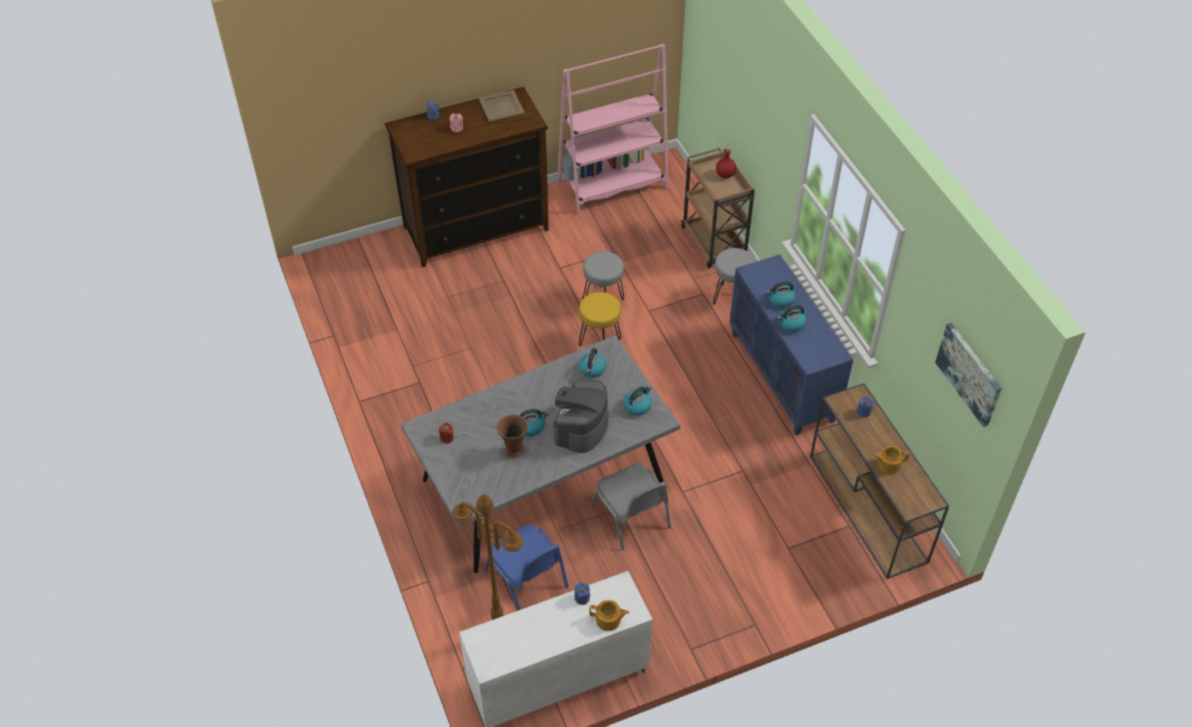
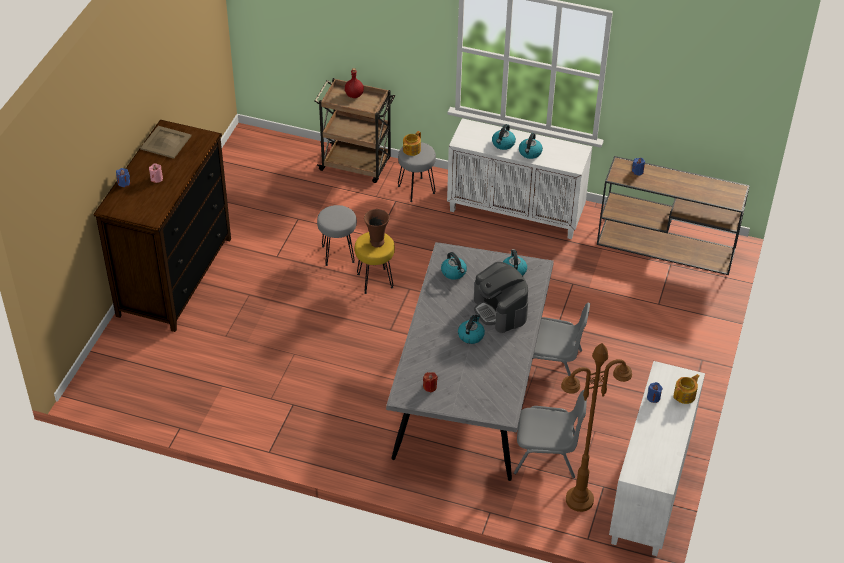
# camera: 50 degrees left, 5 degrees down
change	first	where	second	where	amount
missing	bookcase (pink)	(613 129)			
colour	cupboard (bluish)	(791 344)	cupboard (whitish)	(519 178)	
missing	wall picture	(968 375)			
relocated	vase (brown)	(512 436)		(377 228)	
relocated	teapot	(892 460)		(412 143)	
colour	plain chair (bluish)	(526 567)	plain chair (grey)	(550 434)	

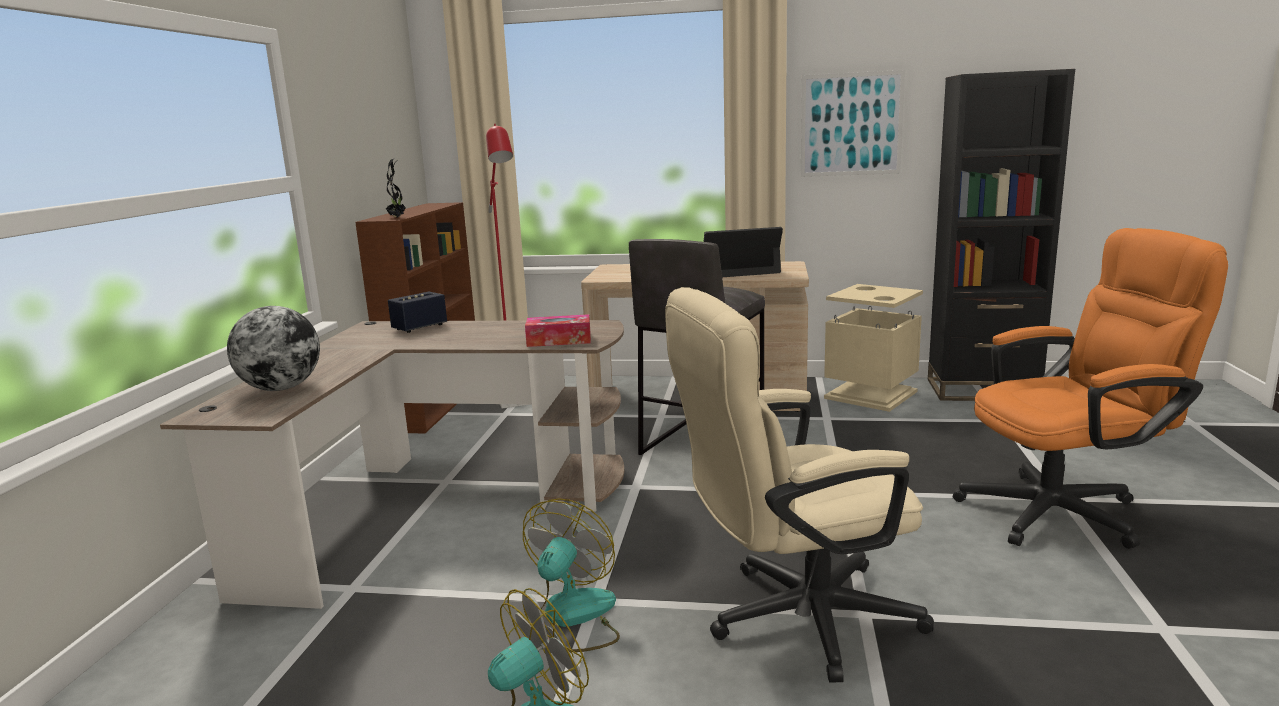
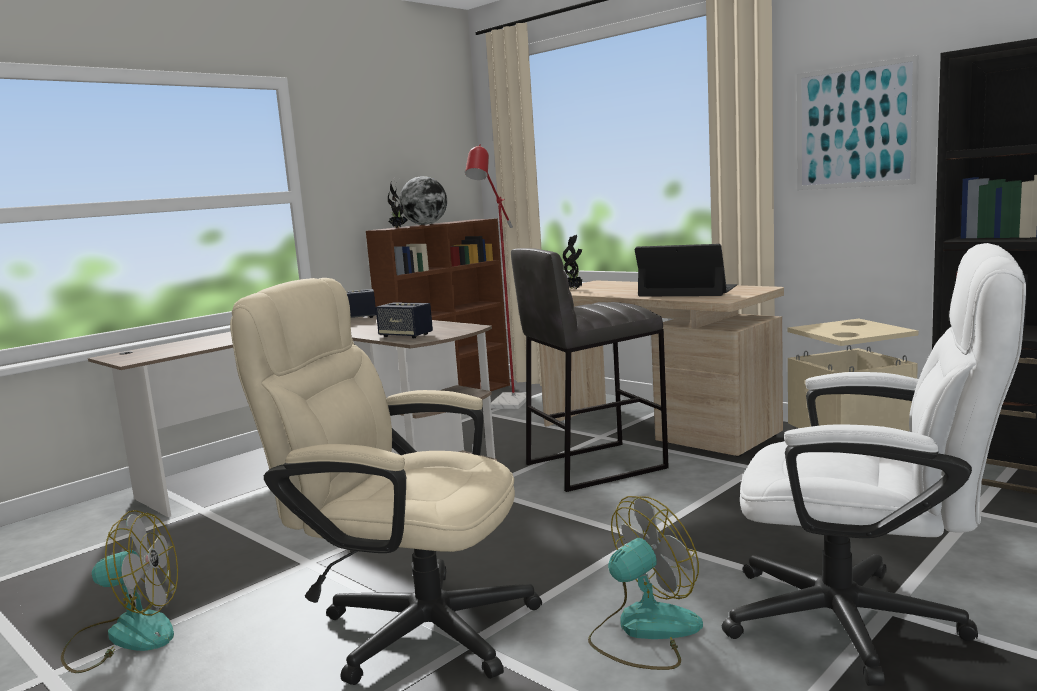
# camera: 35 degrees right, 5 degrees down
change	first	where	second	where	amount
colour	desk chair (orange-coloured)	(1090 388)	desk chair (whitish)	(874 464)	
relocated	desk globe	(273 348)		(423 200)	
exchanged	tissue holder	(558 330)	loudspeaker	(404 320)	
relocated	fan	(571 575)		(645 583)	
appeared			houseplant	(573 262)	

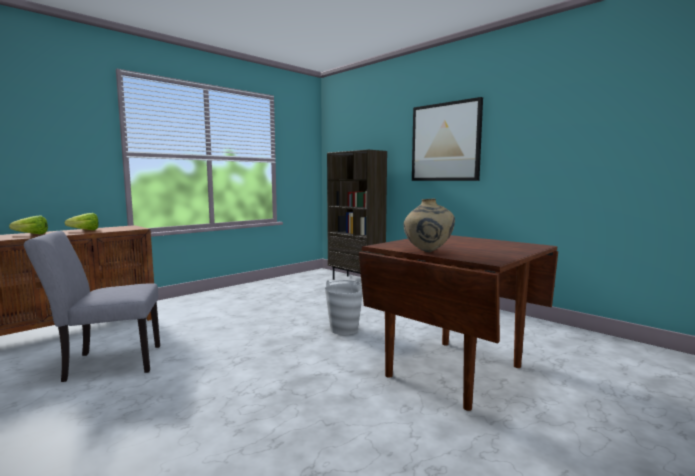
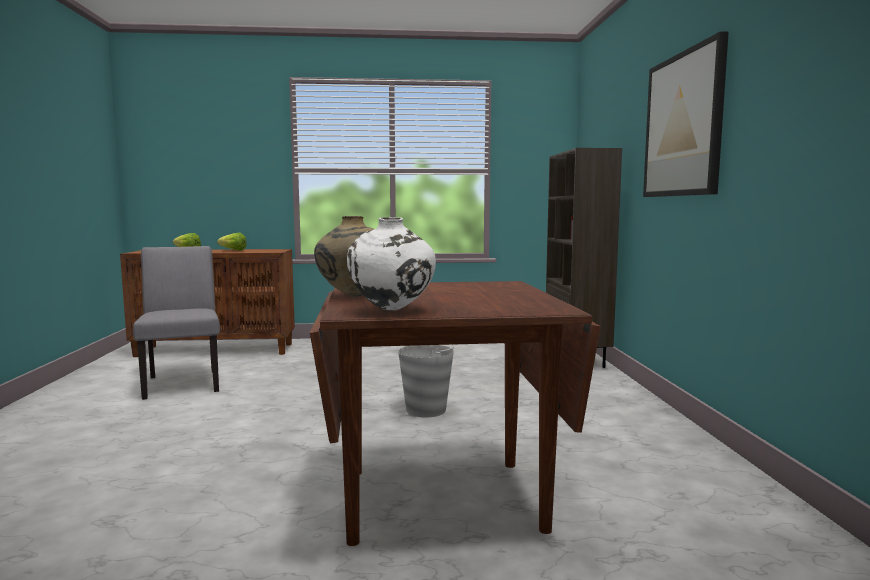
# camera: 40 degrees right, 0 degrees up
change	first	where	second	where	amount
spun	plain chair (grey)	(92 306)		(176 323)	45 degrees clockwise
appeared			vase (whitish)	(391 264)	

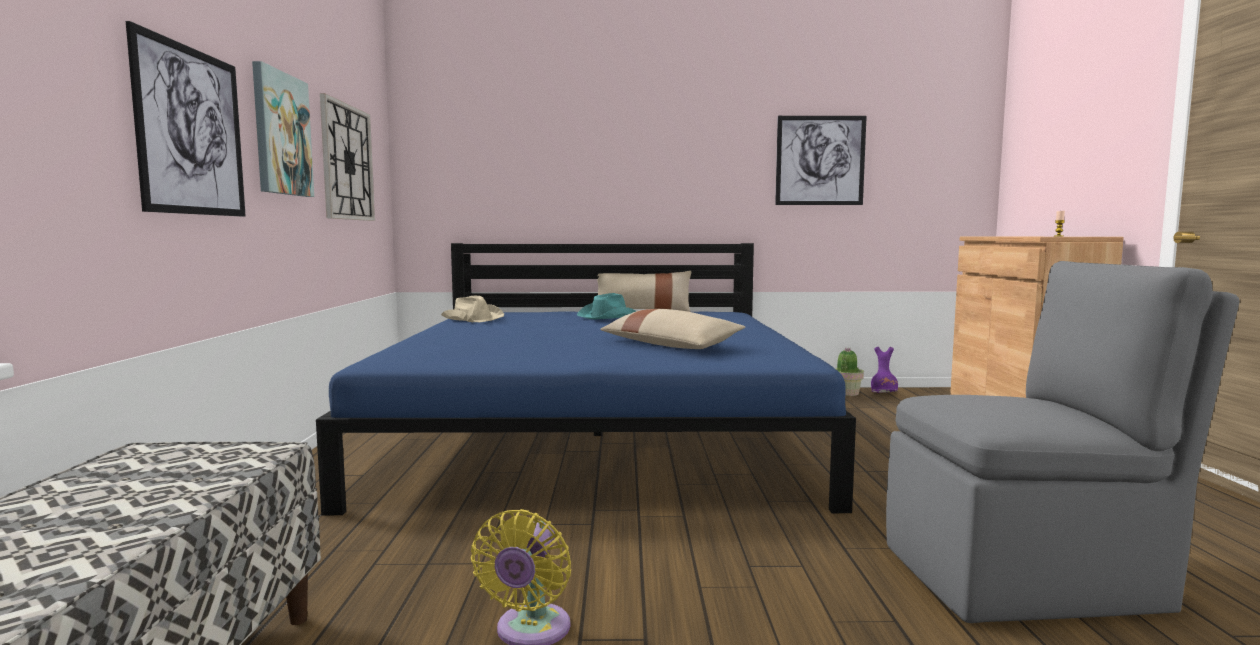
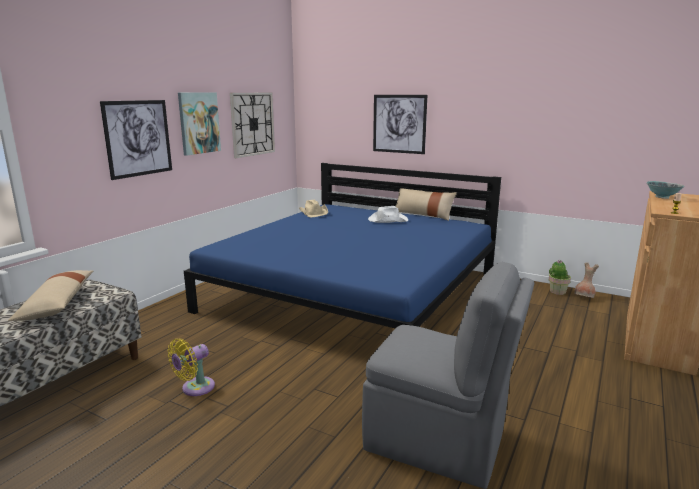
# camera: 30 degrees right, 10 degrees up
change	first	where	second	where	amount
relocated	wall picture	(821 160)		(400 124)	
colour	wearable hat (turquoise-coloured)	(606 306)	wearable hat (whitish)	(388 214)	
relocated	cushion (sand-coloured)	(672 329)		(50 295)	
colour	vase (purple)	(884 370)	vase (brown)	(586 280)	
appeared			deep dish	(665 190)	

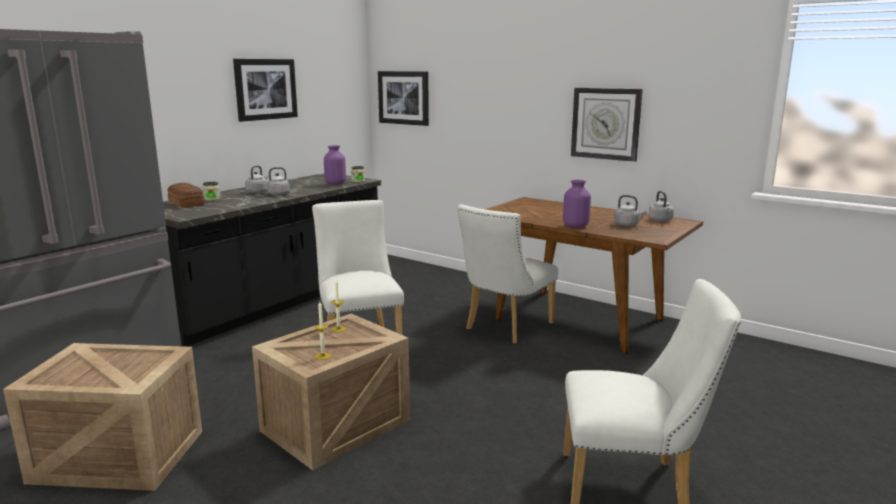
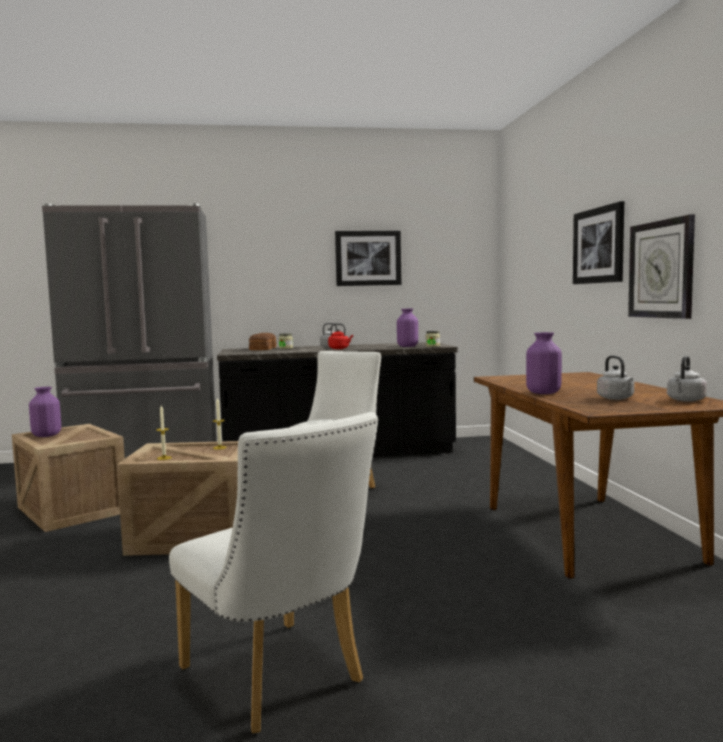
# camera: 45 degrees right, 10 degrees down
change	first	where	second	where	amount
relocated	wall picture	(403 98)		(598 242)	
colour	tea kettle (grey)	(281 181)	tea kettle (red-coloured)	(340 336)	
missing	plain chair (whitish)	(507 274)			
appeared			vase (purple)	(45 412)	

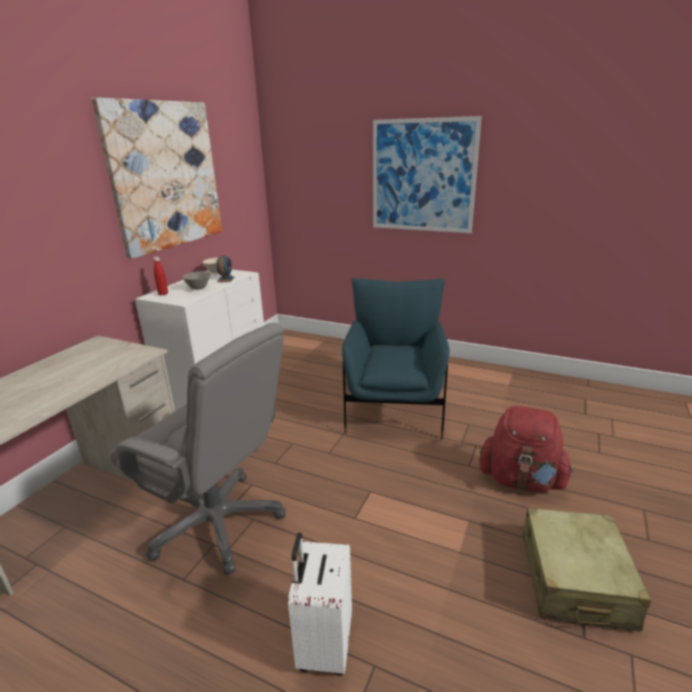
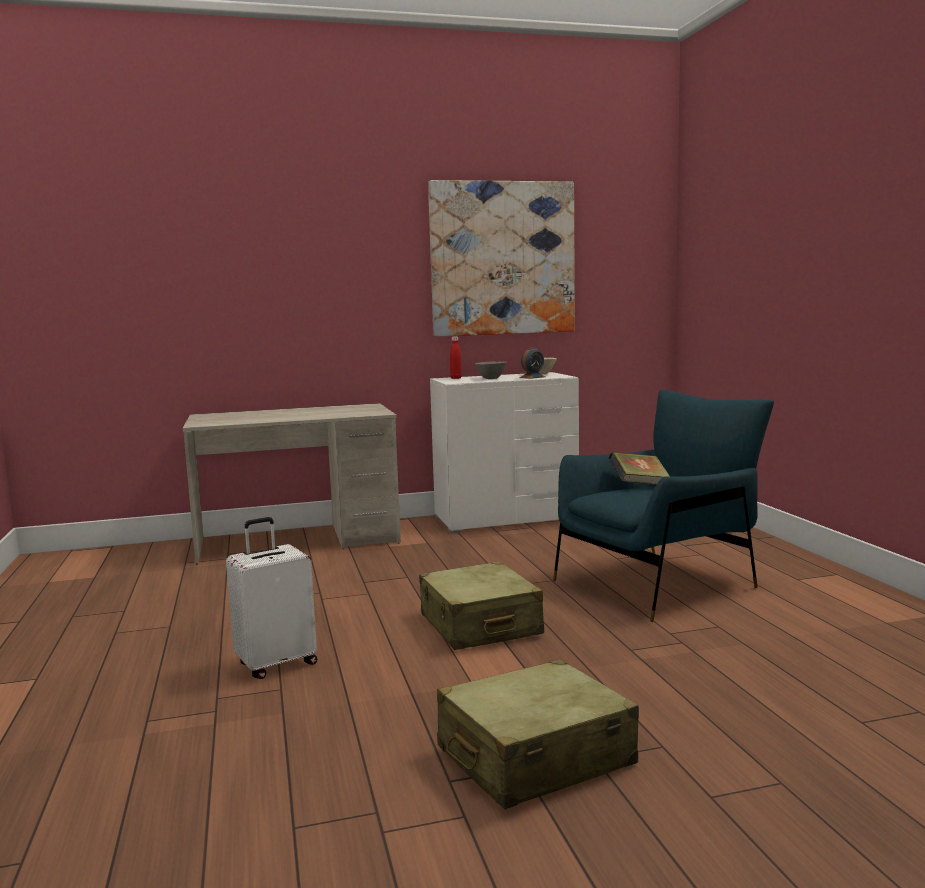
# camera: 50 degrees right, 15 degrees down
change	first	where	second	where	amount
missing	wall picture	(427 174)			
missing	desk chair (grey)	(197 449)			
missing	rucksack (red-coloured)	(526 449)			
appeared			volume	(639 468)	
appeared			suitcase (sand-coloured)	(481 605)	

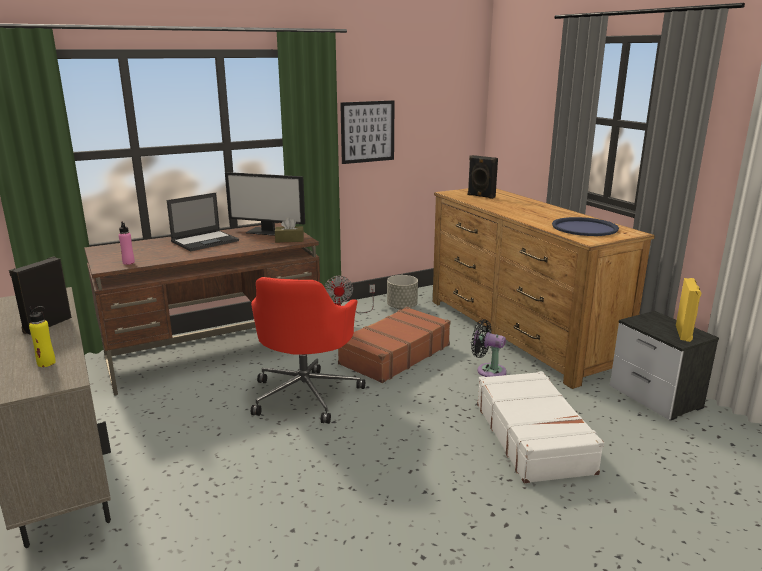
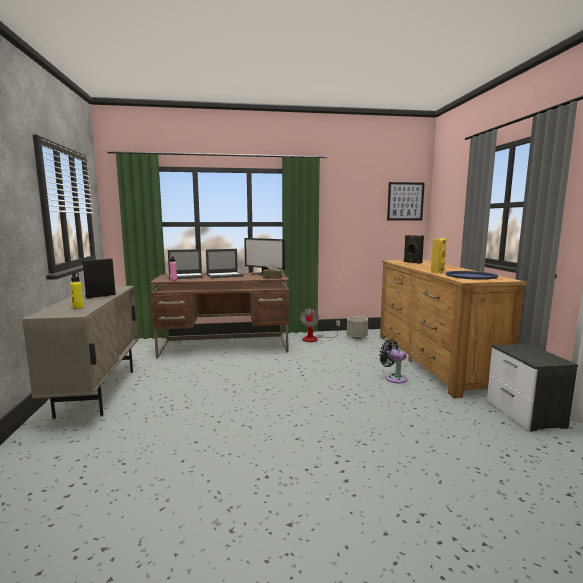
# camera: 20 degrees right, 10 degrees down
change	first	where	second	where	amount
relocated	wall picture	(367 132)		(406 201)	
missing	desk chair (red-coloured)	(308 350)			
relocated	loudspeaker (yellow-coloured)	(688 310)		(439 256)	
missing	suitcase (brown)	(394 345)			
missing	suitcase (whitish)	(540 427)			
appeared			portable computer	(185 264)	

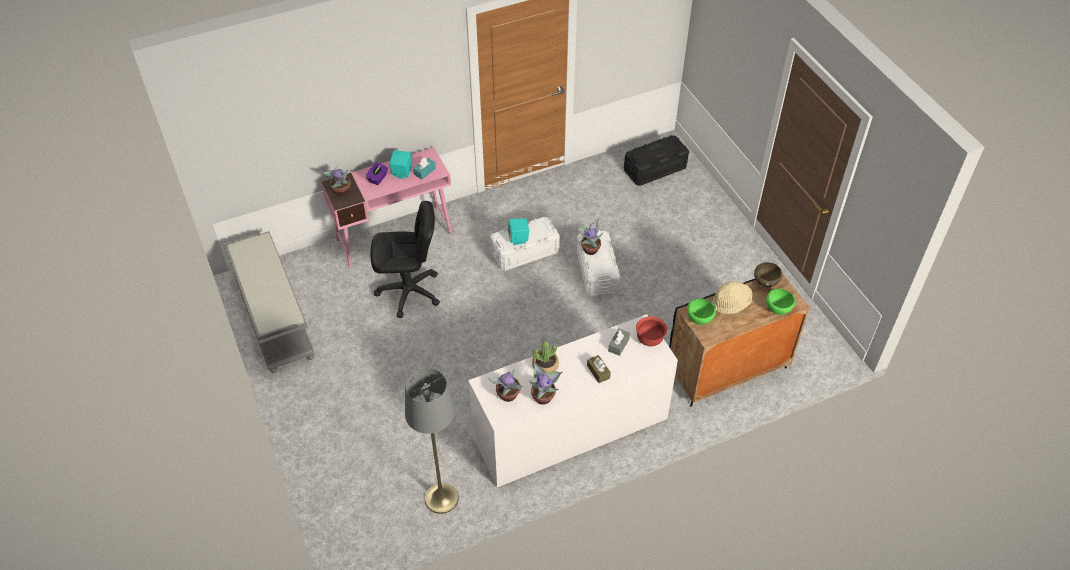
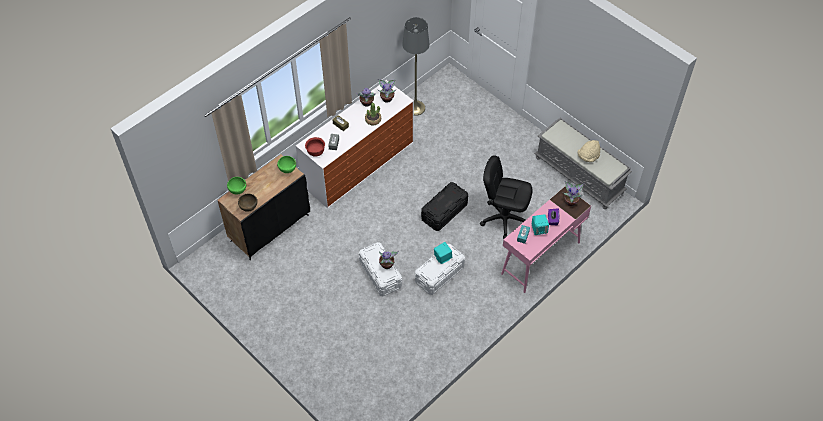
# camera: 160 degrees right, 5 degrees up
change	first	where	second	where	amount
relocated	storage container (black)	(656 160)		(444 206)	
spun	desk chair (black)	(405 259)		(506 197)	45 degrees clockwise
relocated	wearable hat (sand-coloured)	(732 297)		(589 151)	

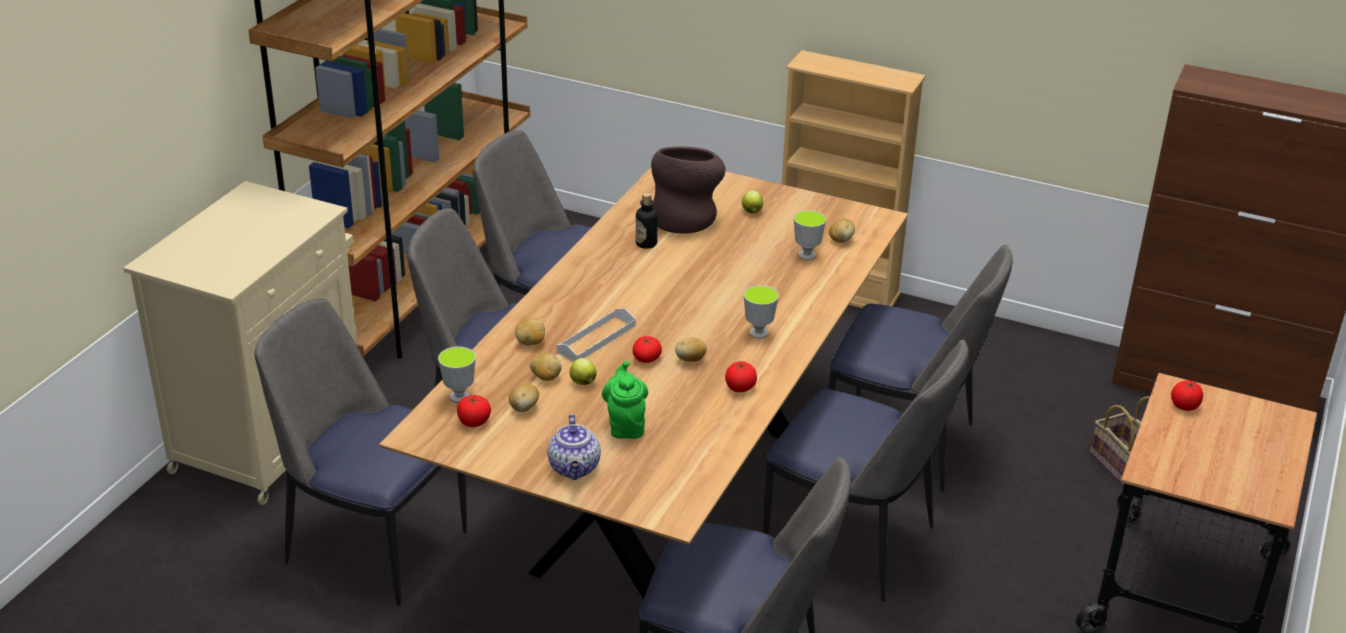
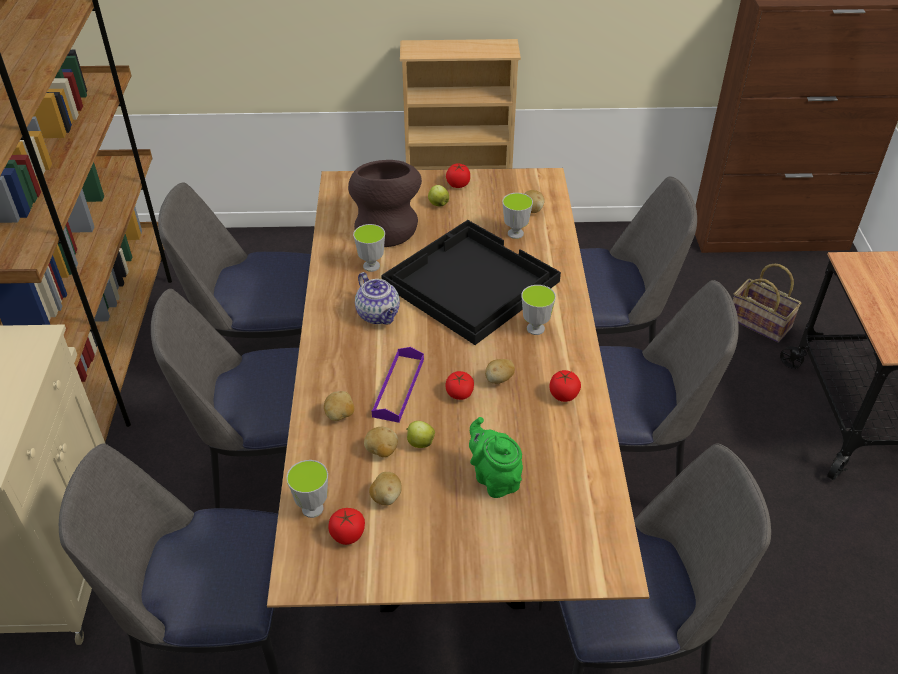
# camera: 25 degrees left, 10 degrees up
change	first	where	second	where	amount
exchanged	drink bottle	(647 221)	drinking cup	(369 248)	
colour	carrying tray (whitish)	(595 334)	carrying tray (purple)	(398 385)	
relocated	tomato	(1187 395)		(458 175)	
relocated	teapot	(574 447)		(377 298)	
appeared			carrying tray (black)	(471 282)	

